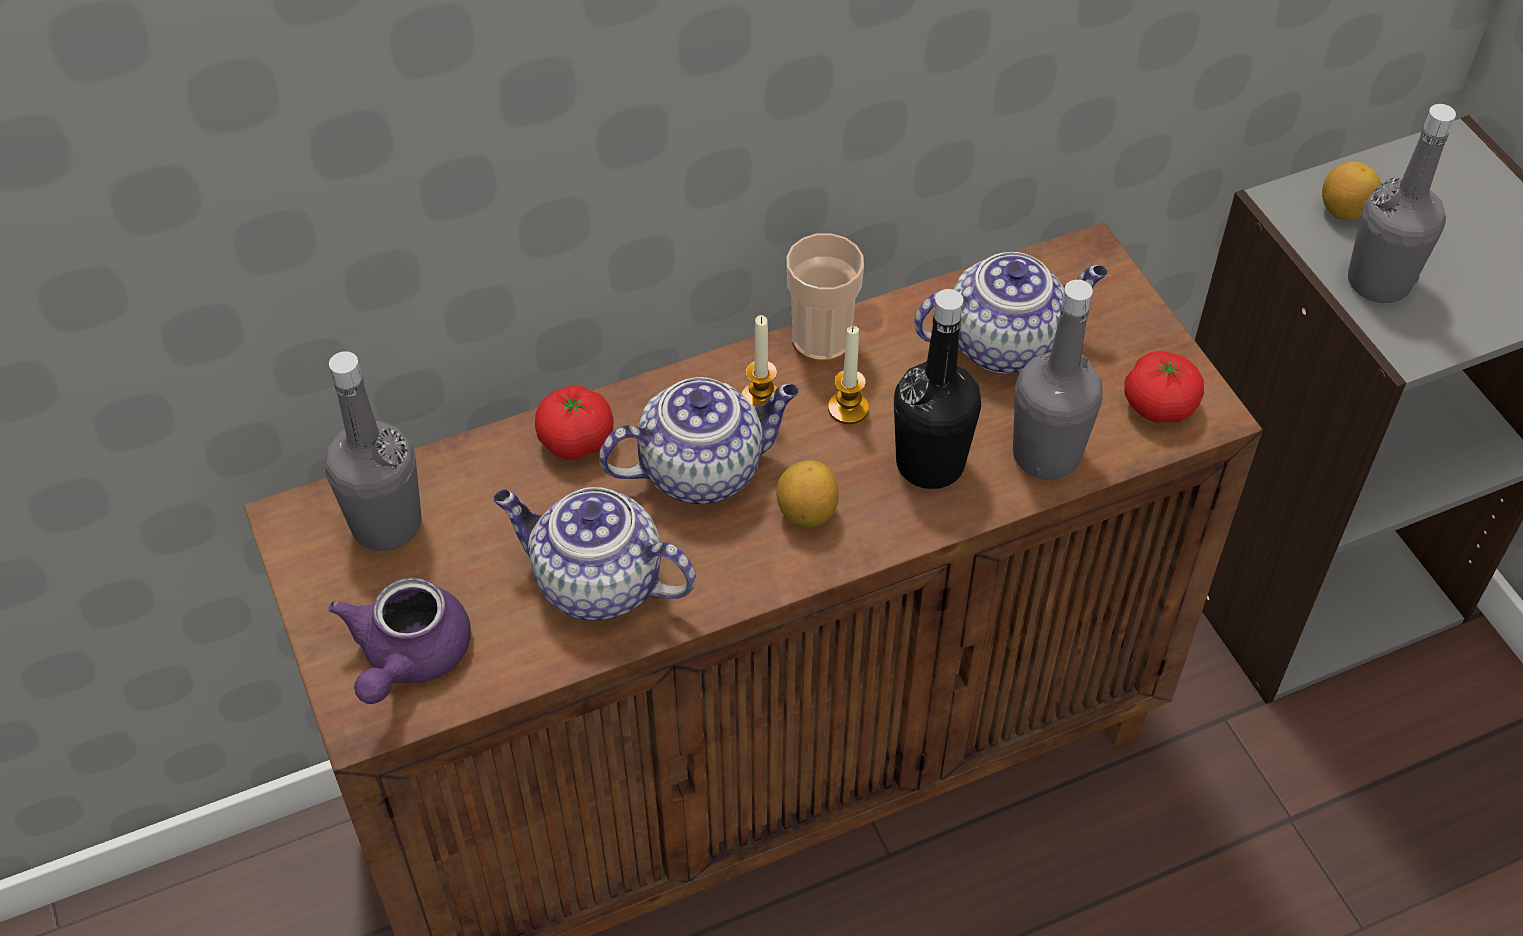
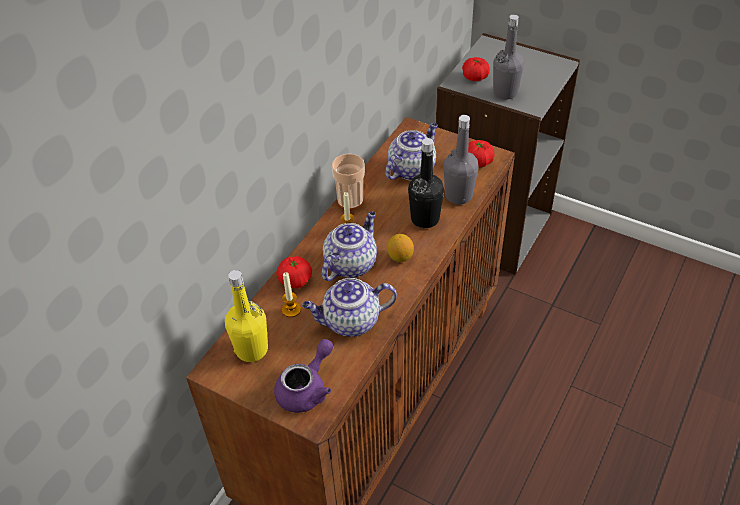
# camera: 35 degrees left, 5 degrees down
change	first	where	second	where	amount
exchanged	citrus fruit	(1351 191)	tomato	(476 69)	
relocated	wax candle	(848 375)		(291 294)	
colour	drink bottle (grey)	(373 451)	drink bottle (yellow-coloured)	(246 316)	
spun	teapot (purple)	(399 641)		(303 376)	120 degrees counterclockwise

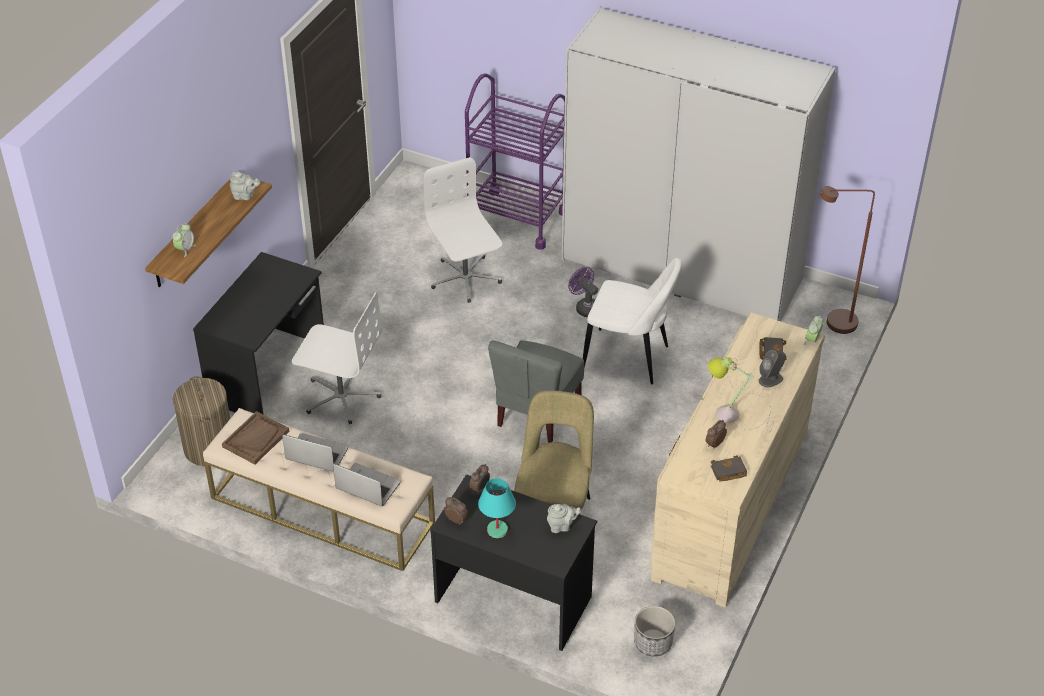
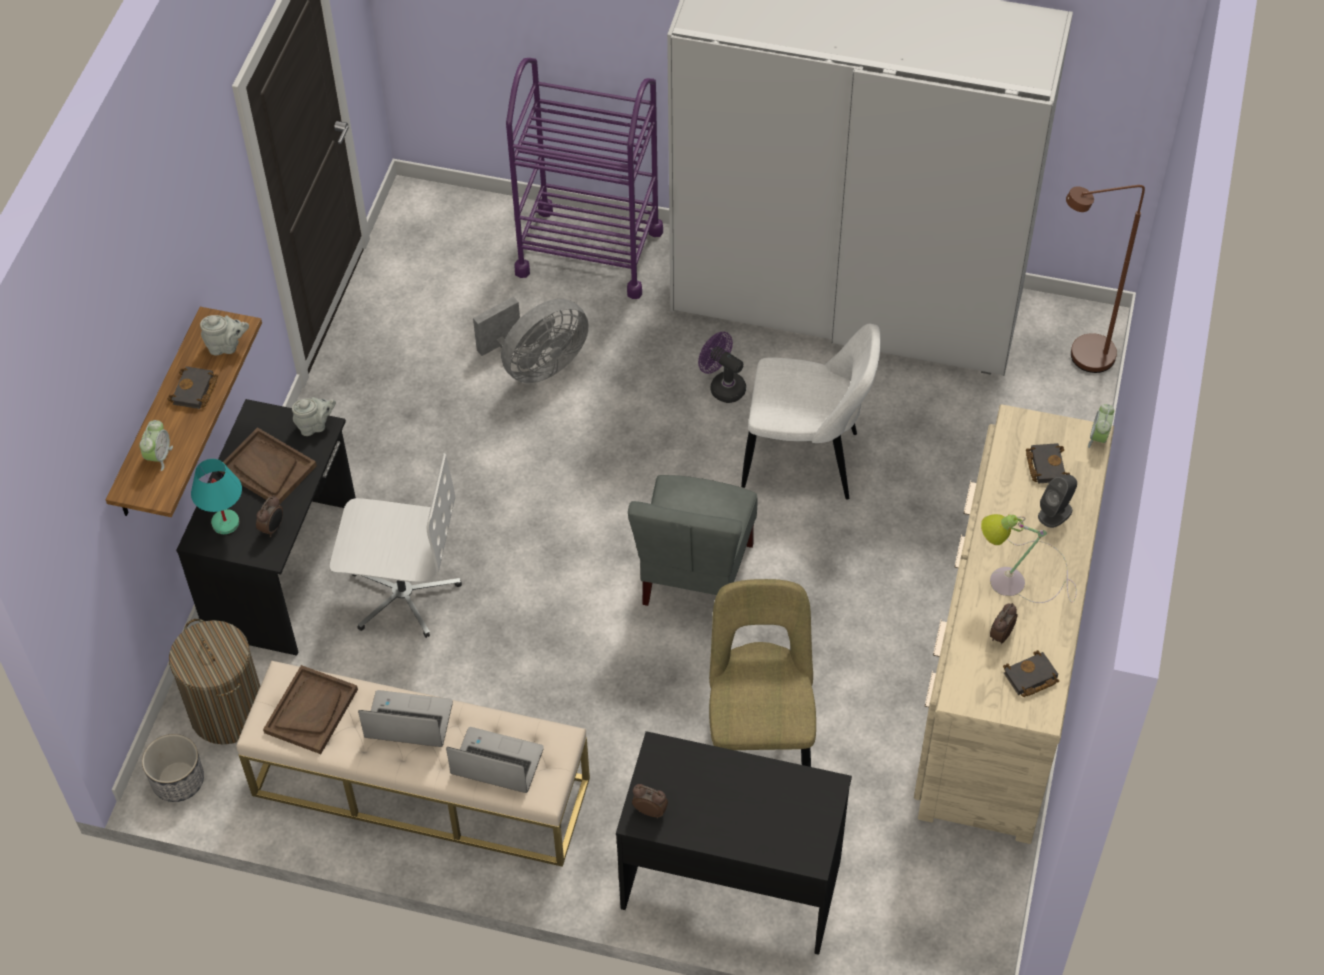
# camera: 10 degrees left, 10 degrees up
change	first	where	second	where	amount
exchanged	desk chair (whitish)	(463 230)	fan (grey)	(531 339)	
relocated	alarm clock	(479 479)		(269 516)	
relocated	tabletop lamp (turquoise-coloured)	(497 508)		(216 496)	
relocated	teapot (grey)	(564 518)		(314 416)	
relocated	plant pot	(654 631)		(173 768)	
appeared			volume (black)	(193 387)	
appeared			carrying tray (brown)	(268 466)	

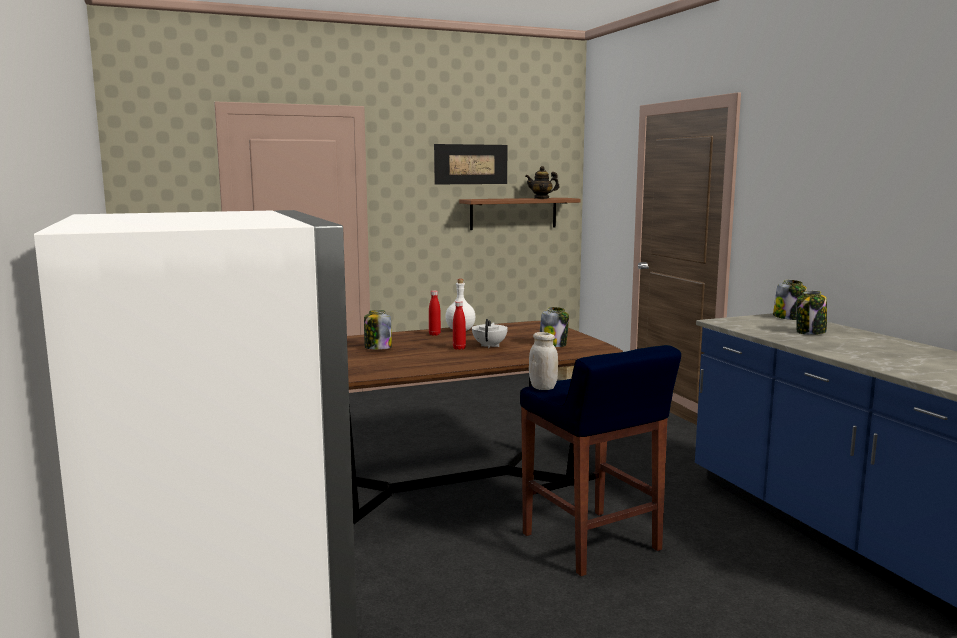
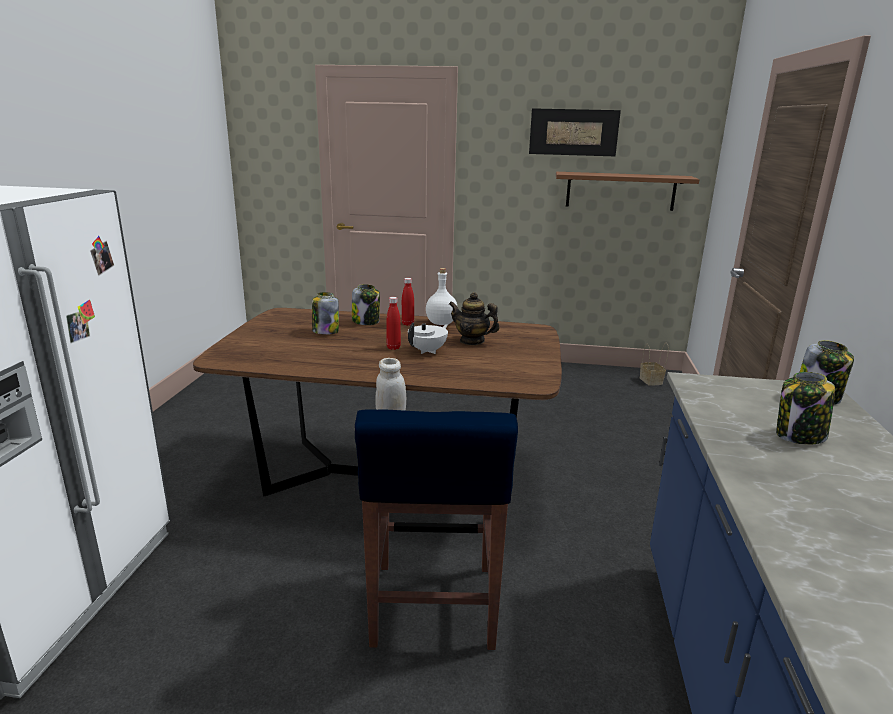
# camera: 30 degrees right, 10 degrees up
change	first	where	second	where	amount
relocated	teapot	(542 182)		(474 318)	
relocated	preserve jar	(554 327)		(366 304)	

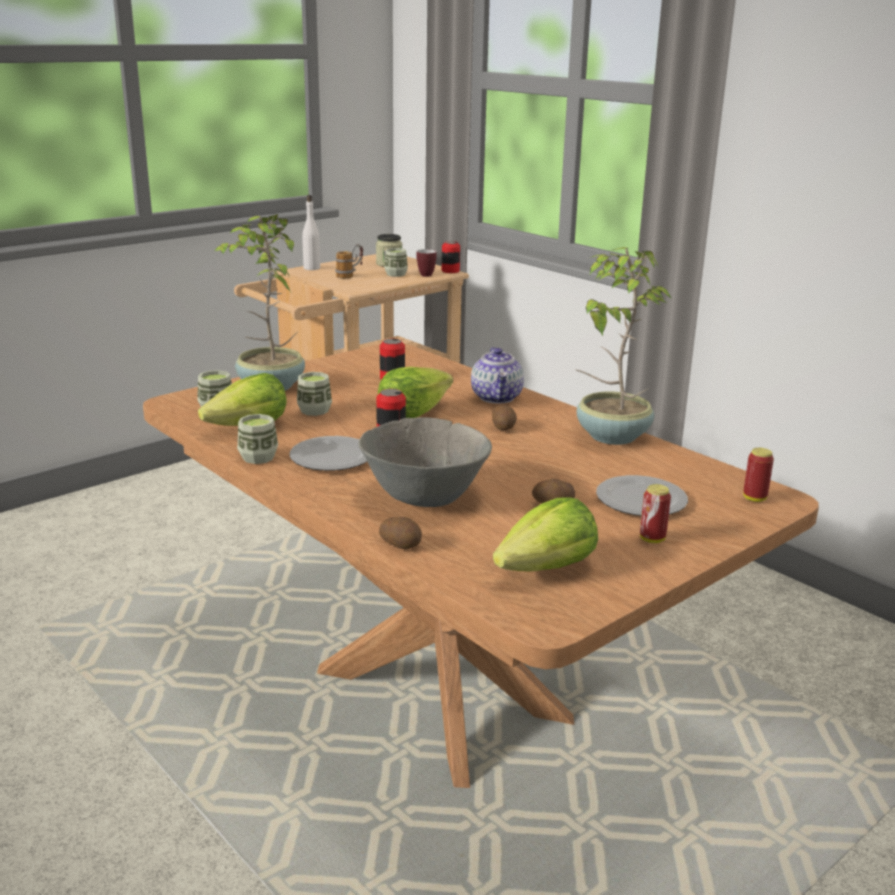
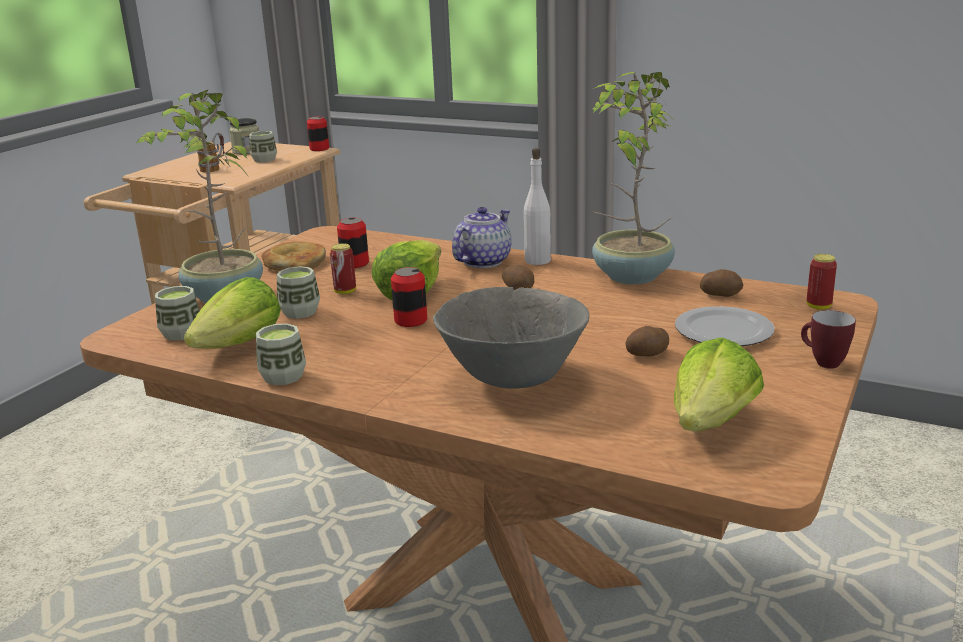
# camera: 20 degrees left, 0 degrees up
change	first	where	second	where	amount
relocated	drink bottle (whitish)	(311 232)		(537 206)	
relocated	tea mug	(427 263)		(828 339)	
spun	teapot	(497 375)		(482 237)	120 degrees counterclockwise
missing	flat dish	(328 453)			
relocated	metal can	(655 513)		(343 269)	
relocated	spud	(400 533)		(721 283)	
appeared			baked bread	(293 256)	

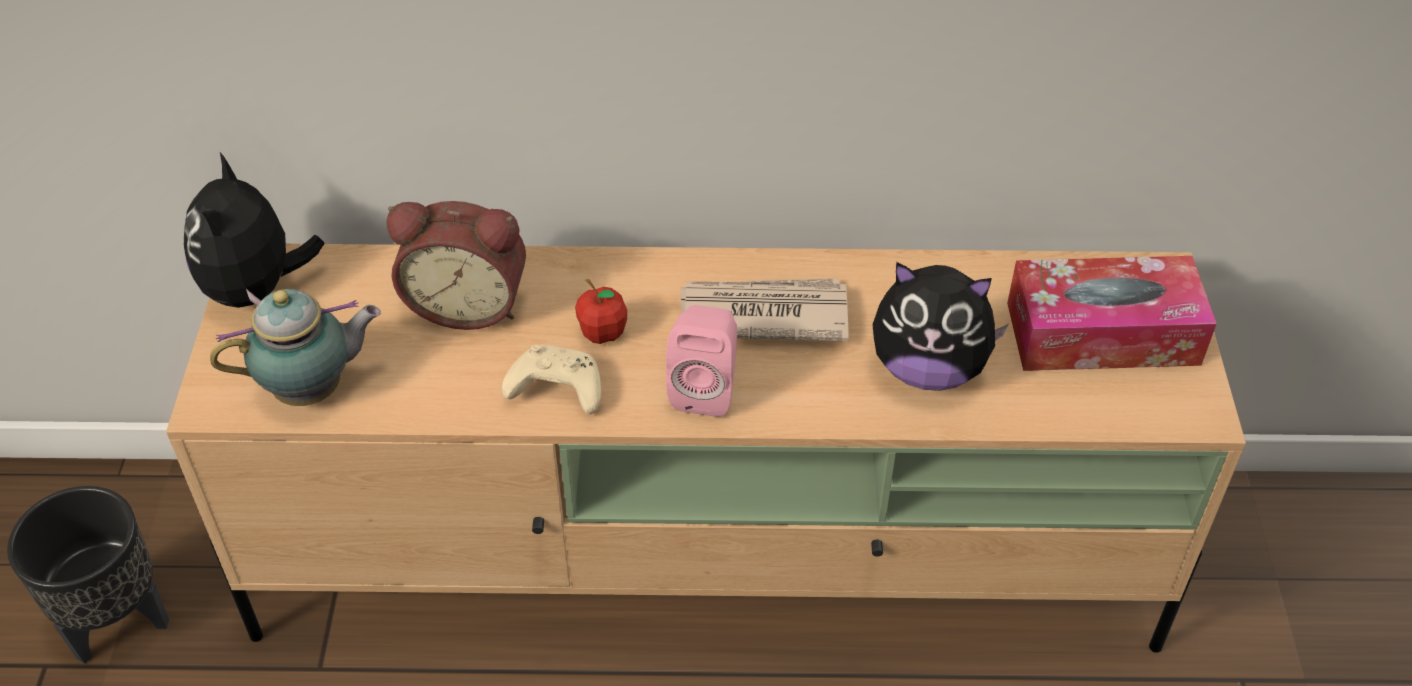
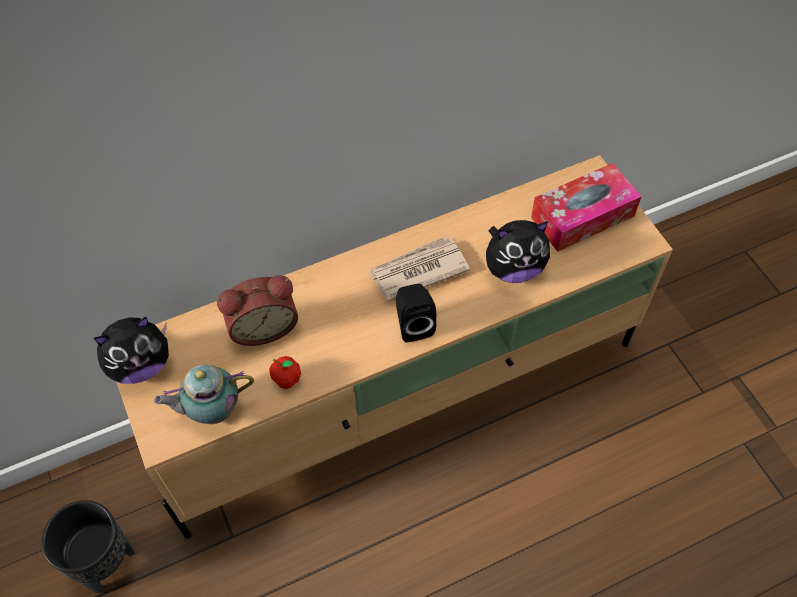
# camera: 25 degrees left, 10 degrees up
change	first	where	second	where	amount
spun	soft toy	(254 230)		(131 350)	90 degrees counterclockwise
relocated	apple	(601 311)		(285 372)	
spun	teapot	(295 347)		(204 394)	150 degrees counterclockwise
colour	loudspeaker (pink)	(701 361)	loudspeaker (black)	(416 312)	
missing	game controller (sand-coloured)	(551 379)			

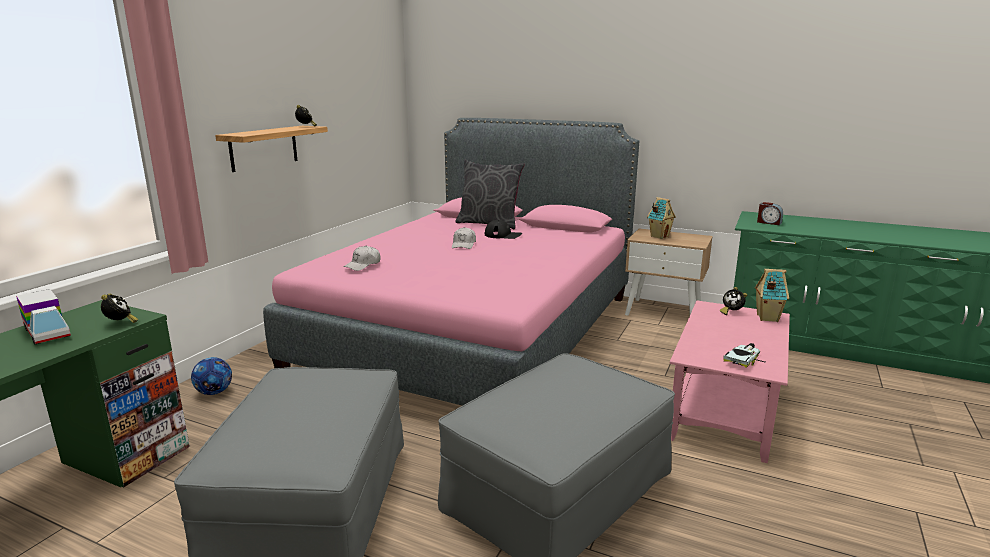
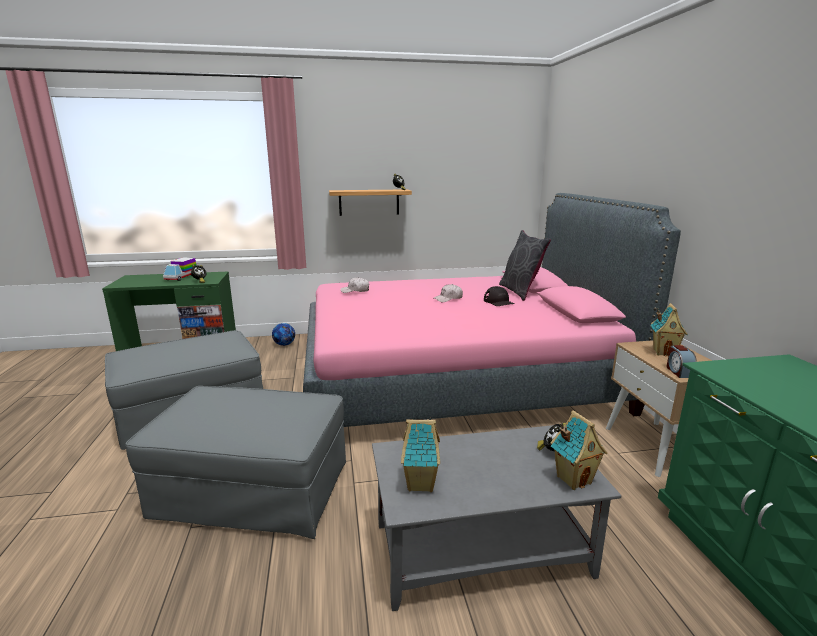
# camera: 55 degrees right, 0 degrees up
change	first	where	second	where	amount
relocated	alarm clock	(770 213)		(681 361)	
colour	lounge table (pink)	(730 381)	lounge table (grey)	(496 518)	
exchanged	toy car	(744 355)	miniature house	(420 454)	

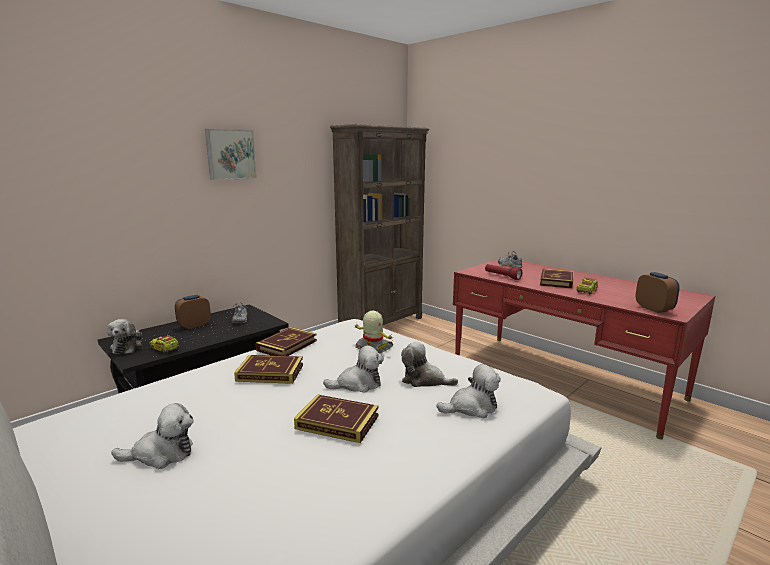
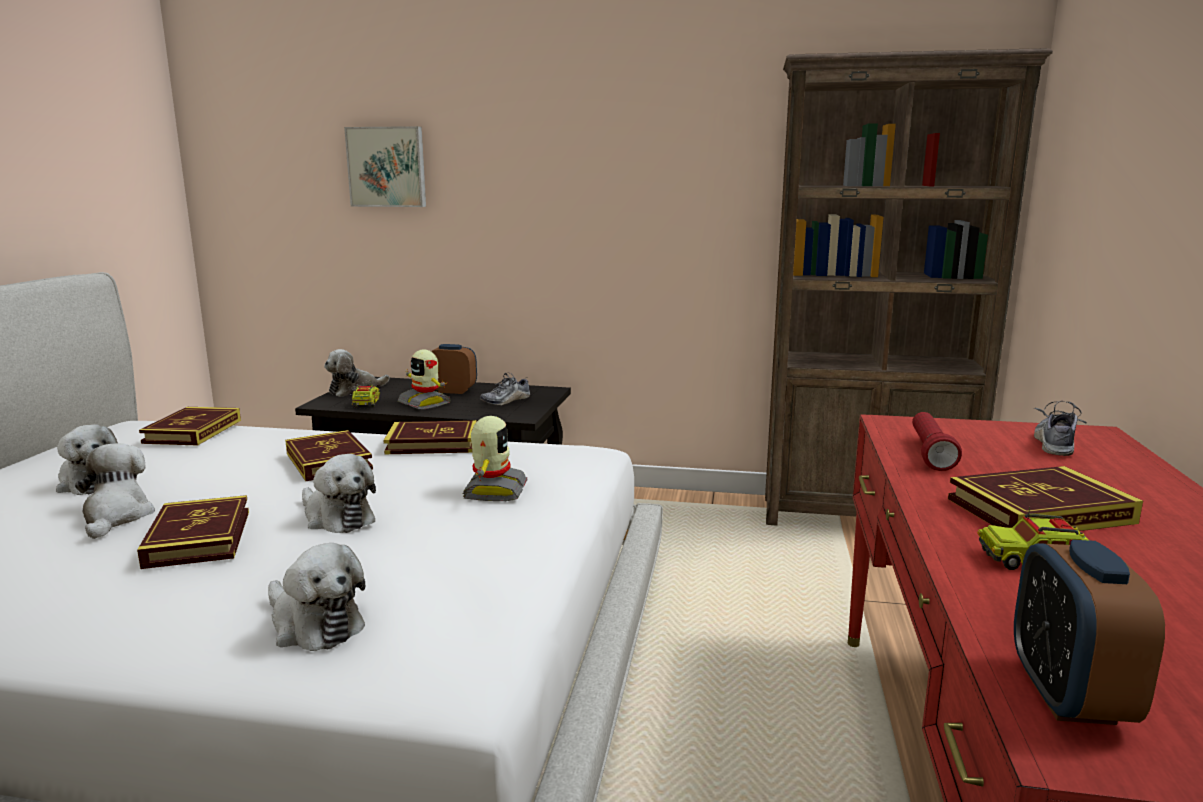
# camera: 55 degrees right, 0 degrees up
change	first	where	second	where	amount
relocated	wall picture	(231 154)		(385 166)	
spun	alarm clock	(658 292)		(1089 632)	150 degrees clockwise
relocated	soft toy	(429 364)		(115 491)	
appeared			toy robot	(424 379)	
appeared			volume	(190 426)	

